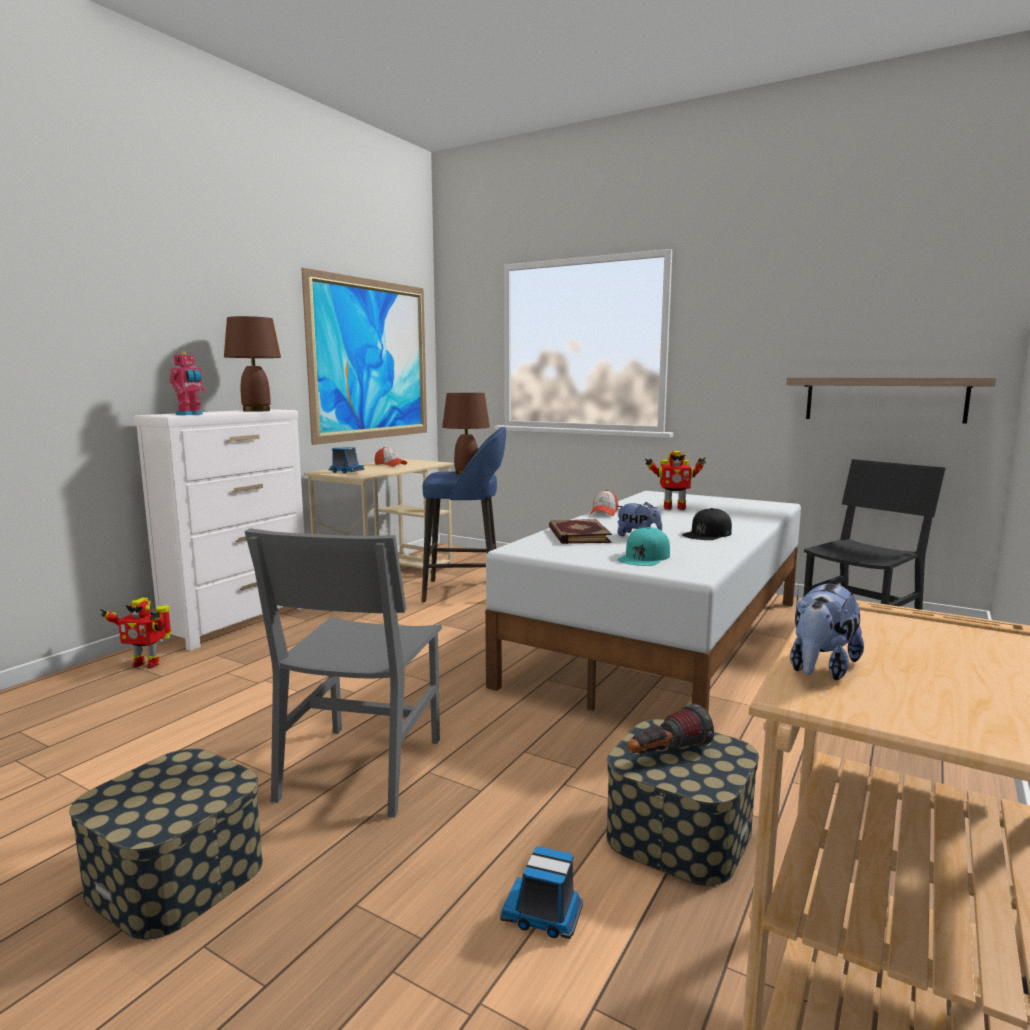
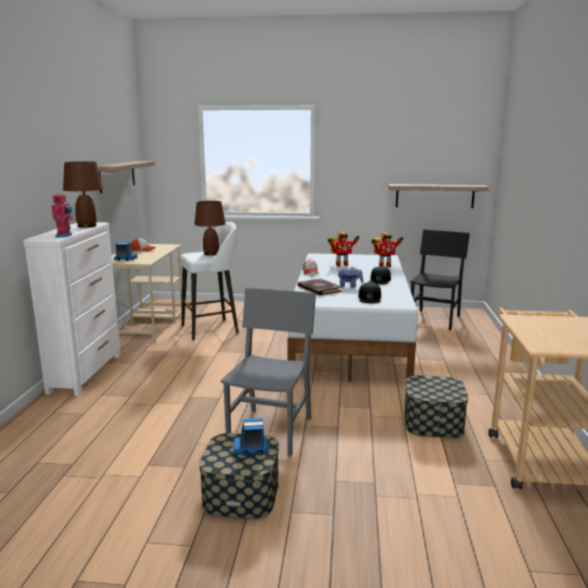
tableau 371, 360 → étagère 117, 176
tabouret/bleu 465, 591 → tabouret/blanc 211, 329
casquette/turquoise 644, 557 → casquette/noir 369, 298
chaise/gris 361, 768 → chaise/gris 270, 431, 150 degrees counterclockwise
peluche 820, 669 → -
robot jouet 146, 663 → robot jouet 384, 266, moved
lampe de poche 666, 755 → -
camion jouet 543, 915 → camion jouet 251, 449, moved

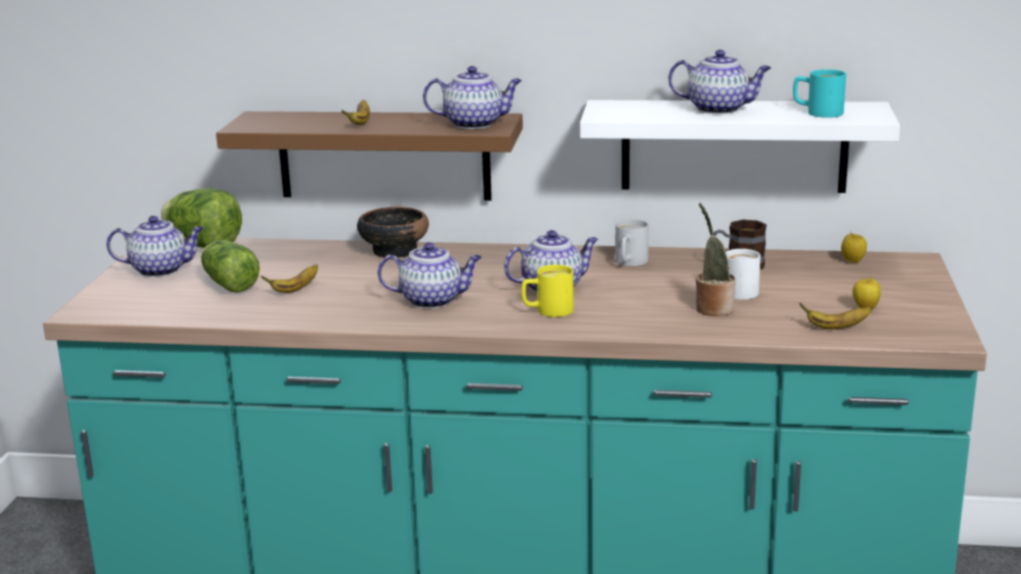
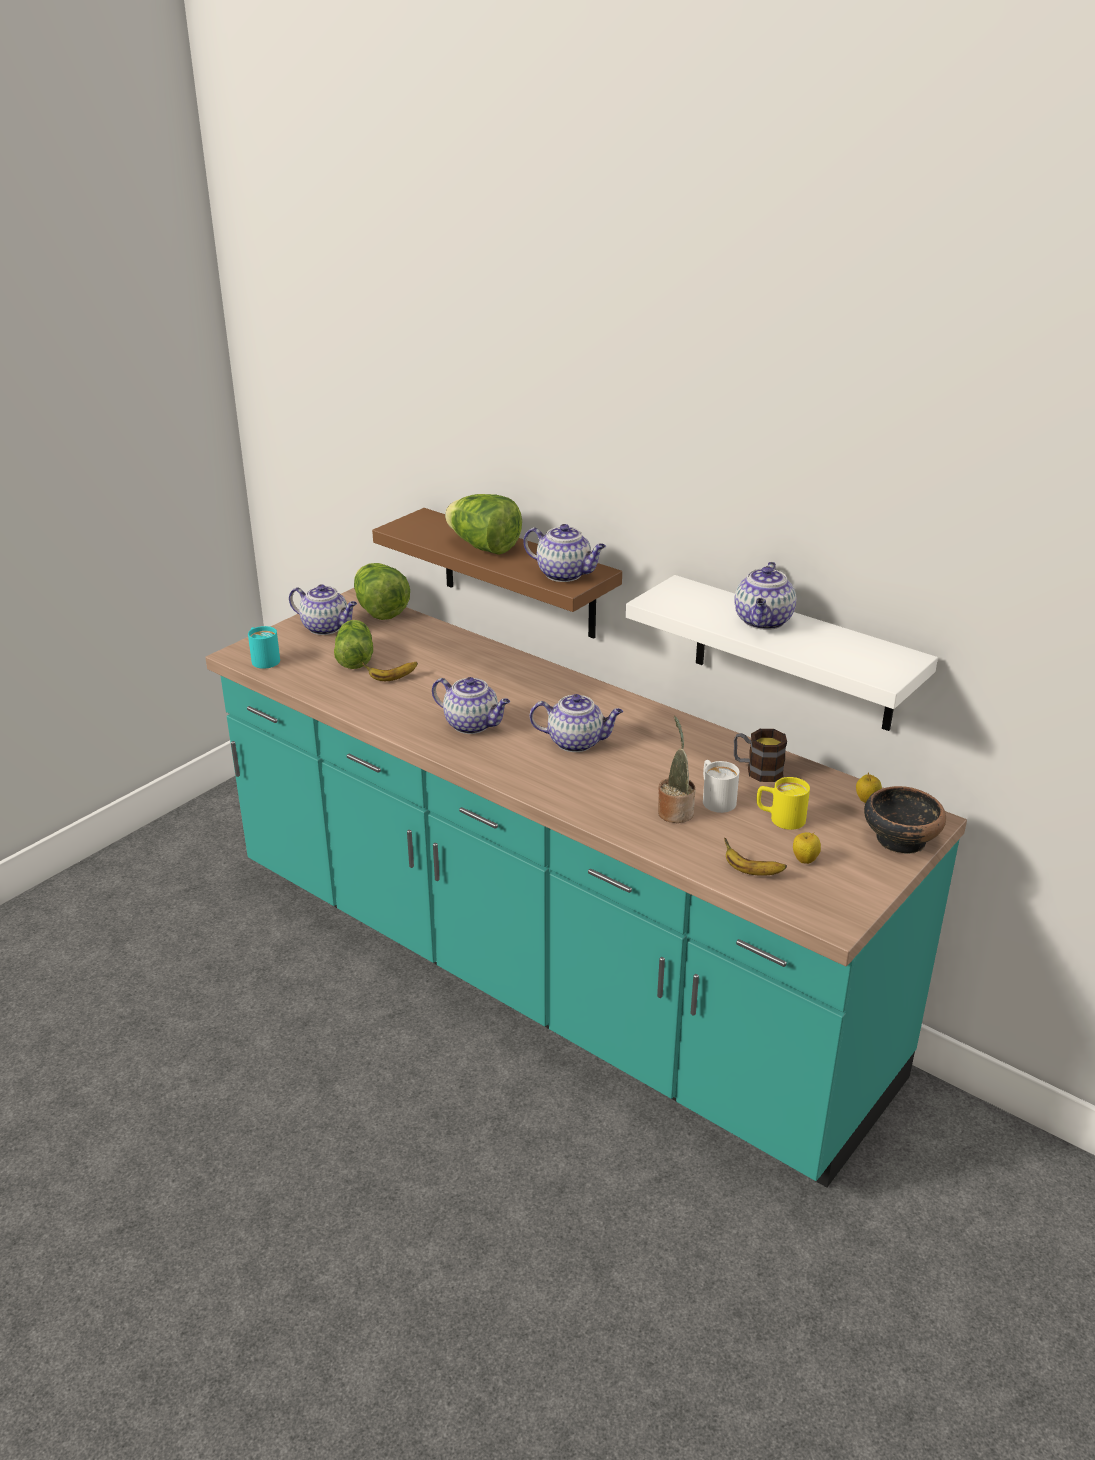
théière 719, 109 → théière 763, 622, 60 degrees clockwise
mug/turquoise 817, 112 → mug/turquoise 263, 659, moved
banane 360, 123 → laitue 483, 547
bol 394, 251 → bol 900, 839, moved
mug/blanc 629, 263 → -
mug/jaune 547, 311 → mug/jaune 780, 818, moved

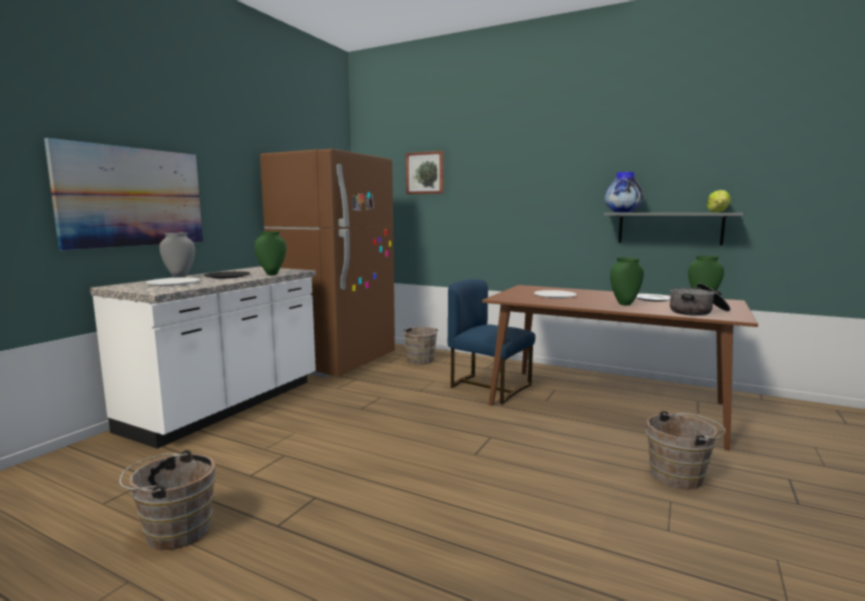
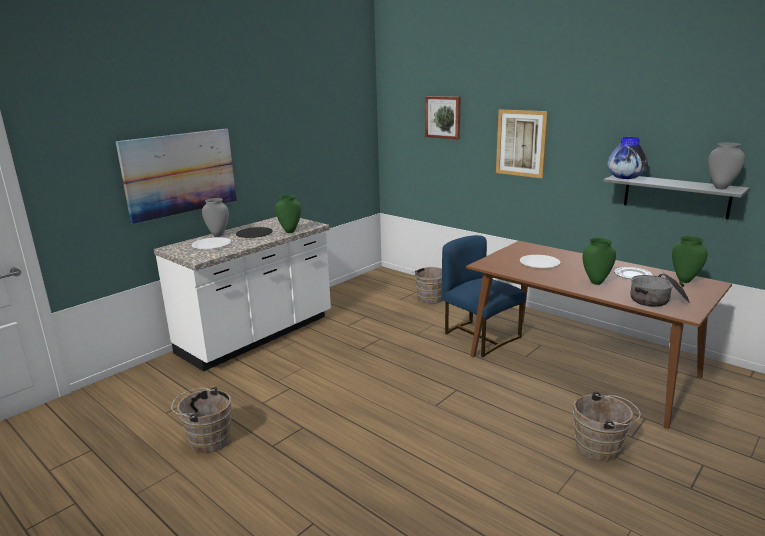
réfrigérateur/marron 336, 362 → -
laitue 718, 212 → vase/gris 721, 188
- → tableau 521, 143

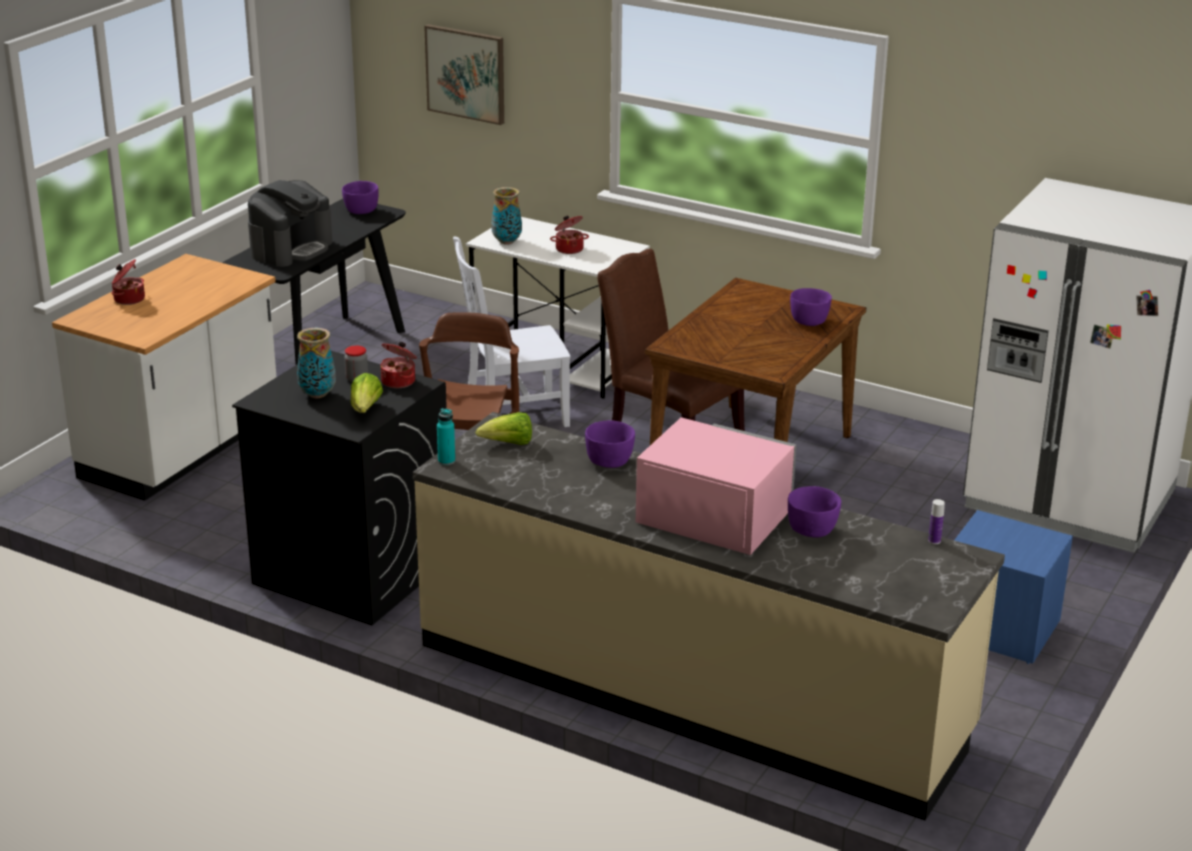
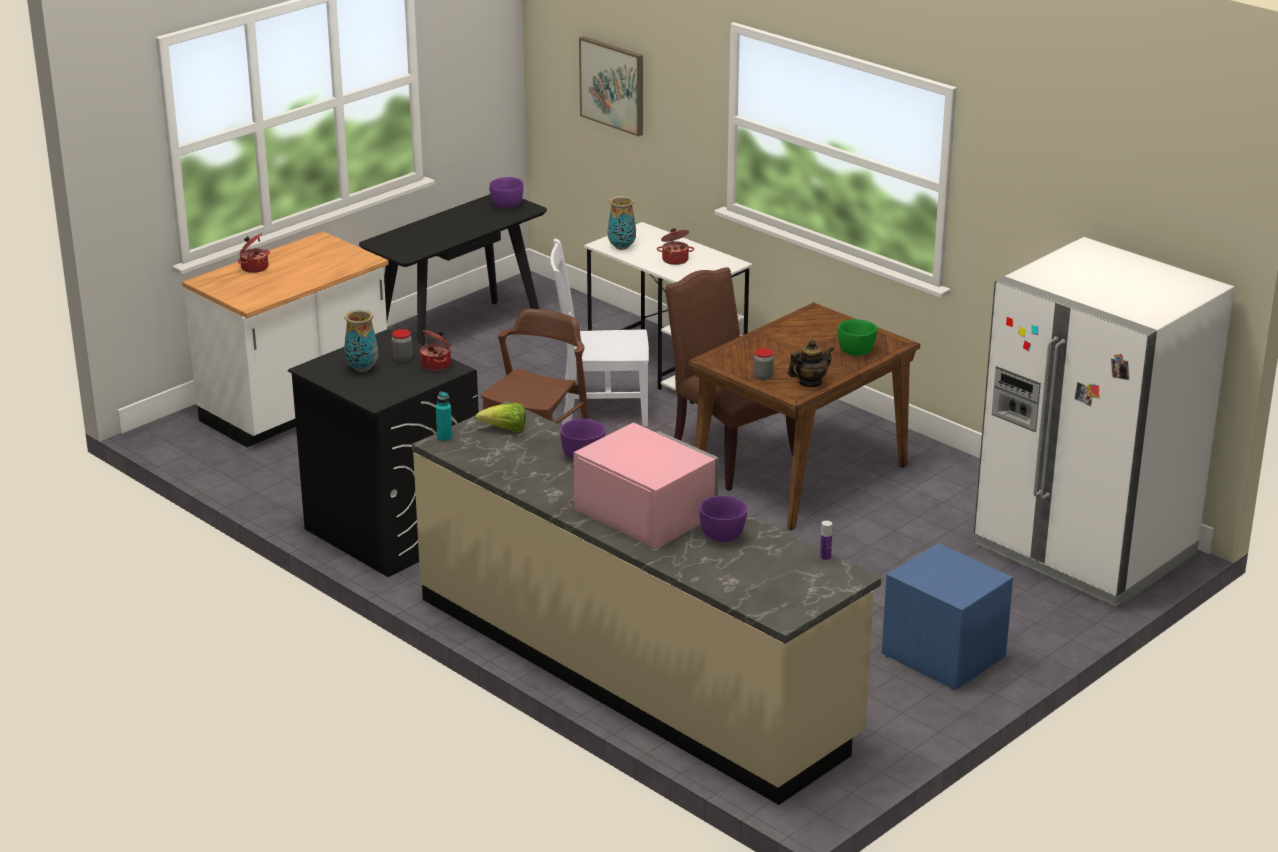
machine à café 291, 249 → -
bol/violet 809, 321 → bol/vert 856, 351
laitue 366, 409 → -
- → théière 810, 383
- → bocal 763, 377

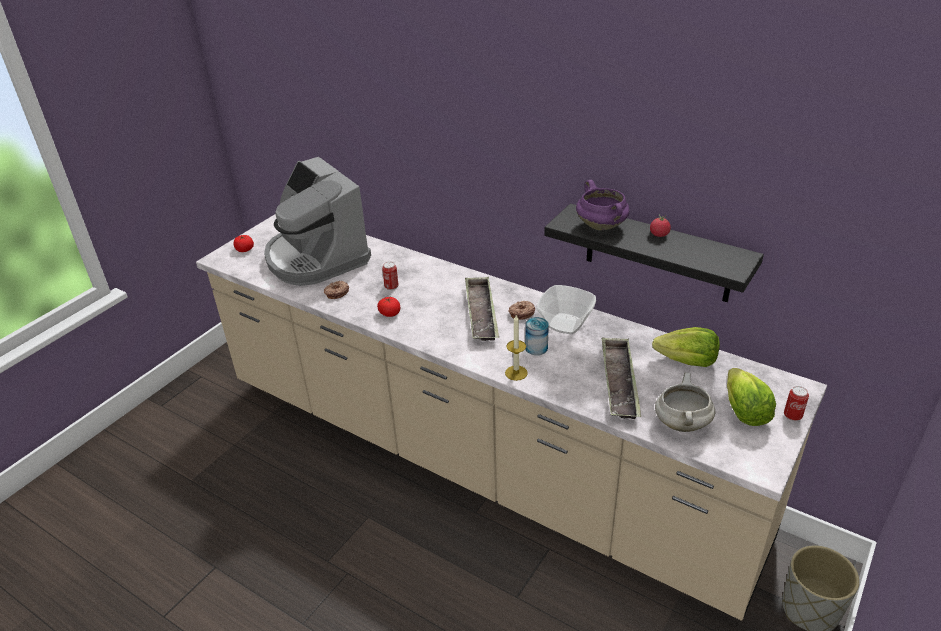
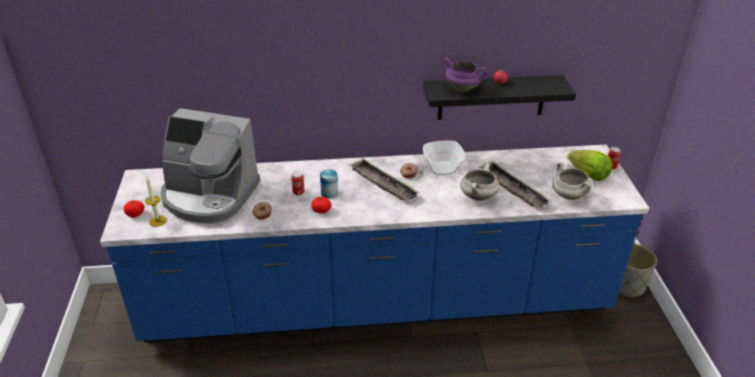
comptoir de cuisine/beige 476, 458 → comptoir de cuisine/bleu 377, 303
bougie 516, 373 → bougie 158, 221, moved
boîte métallique 536, 348 → boîte métallique 329, 192, moved
laitue 687, 362 → -
- → marmite/blanc 478, 196

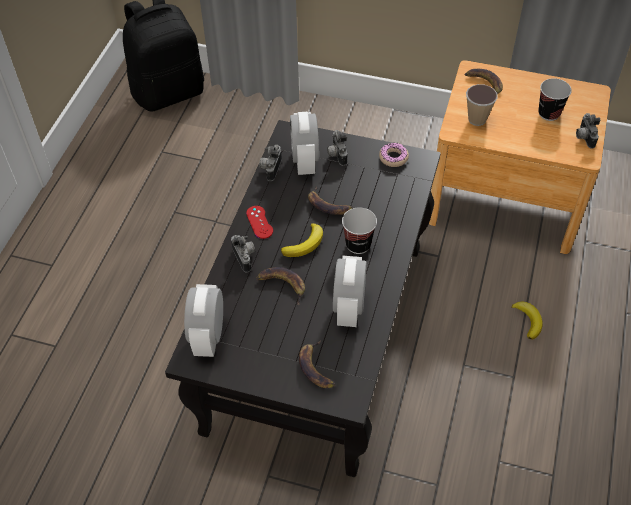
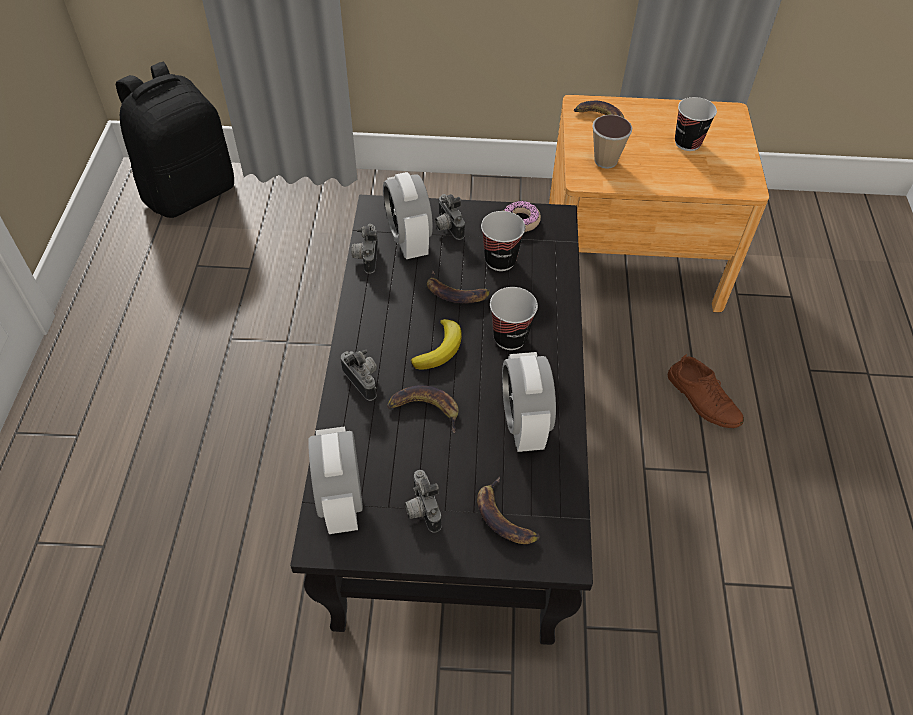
appareil photo 583, 137 → appareil photo 421, 509, moved
manette/rouge 259, 222 → -
banane 528, 320 → chaussure/marron 703, 399
- → tasse 500, 260

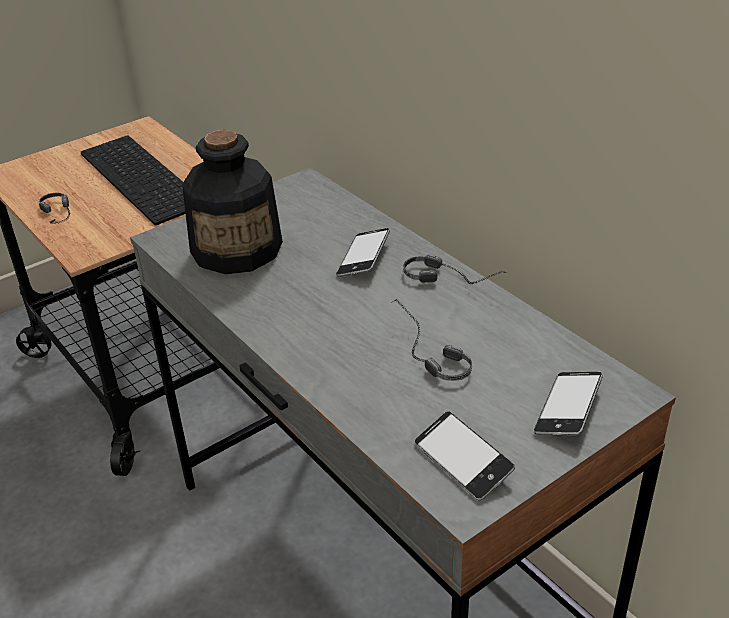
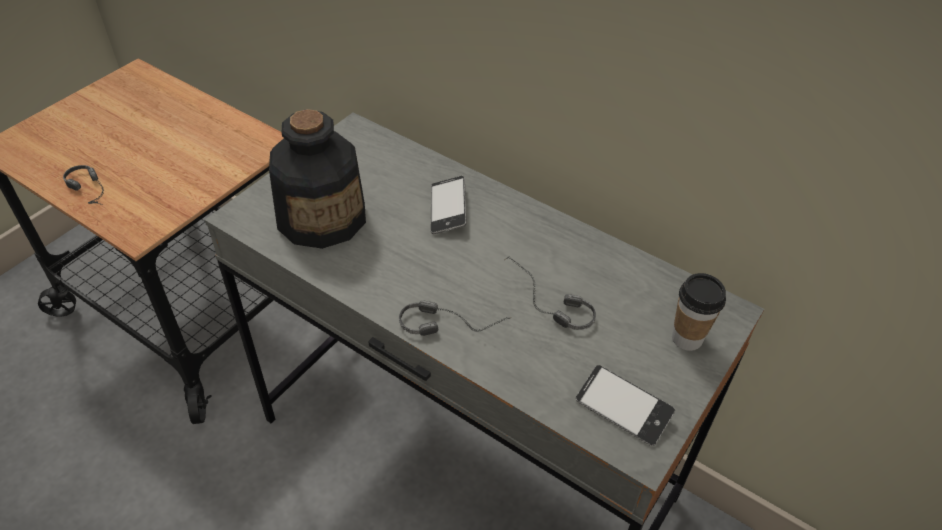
clavier 145, 178 → -
casque audio 454, 278 → casque audio 454, 323, moved
téléphone 568, 409 → tasse 687, 338

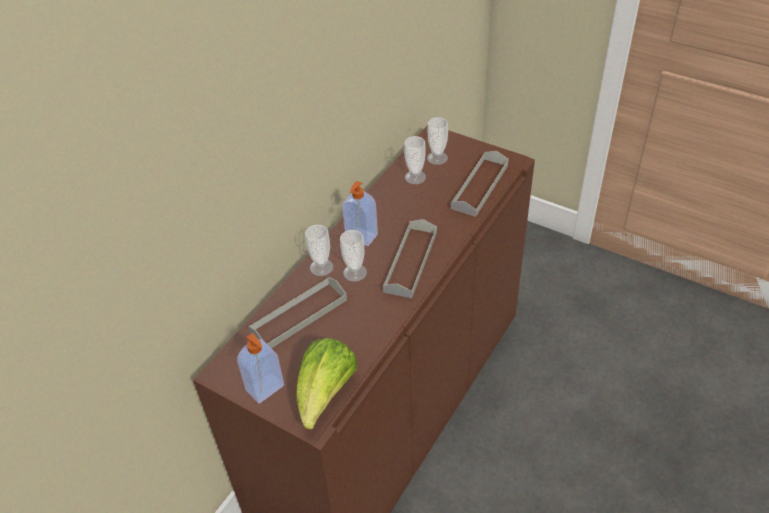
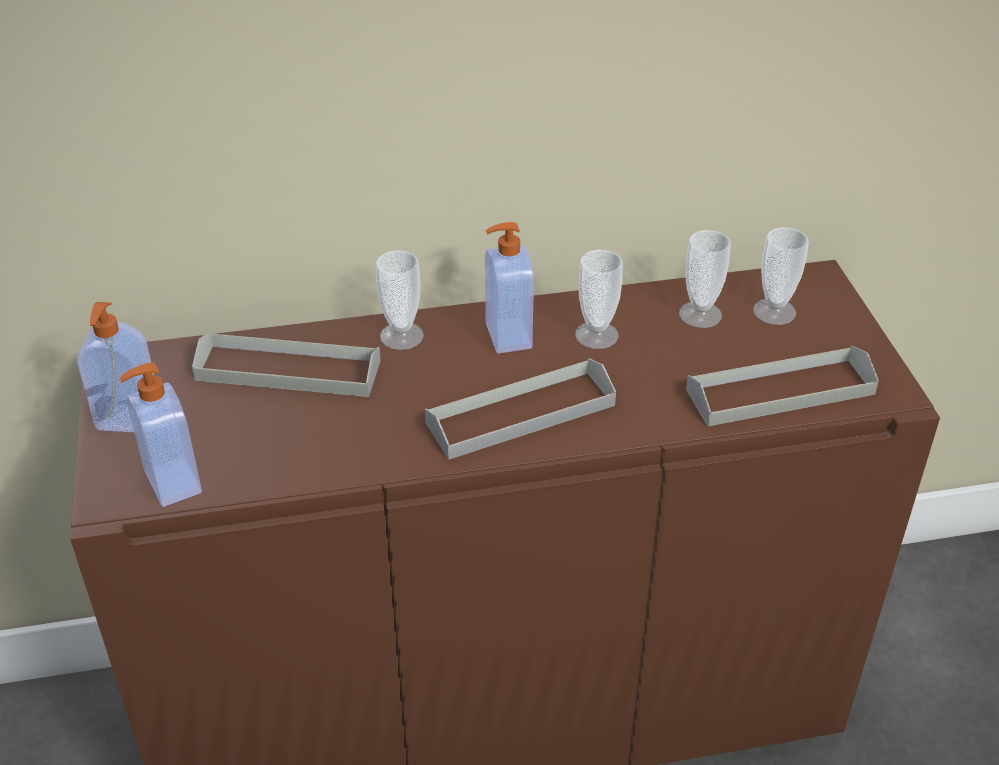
tasse 355, 272 → tasse 596, 335, moved
laitue 325, 395 → distributeur de savon 171, 483

